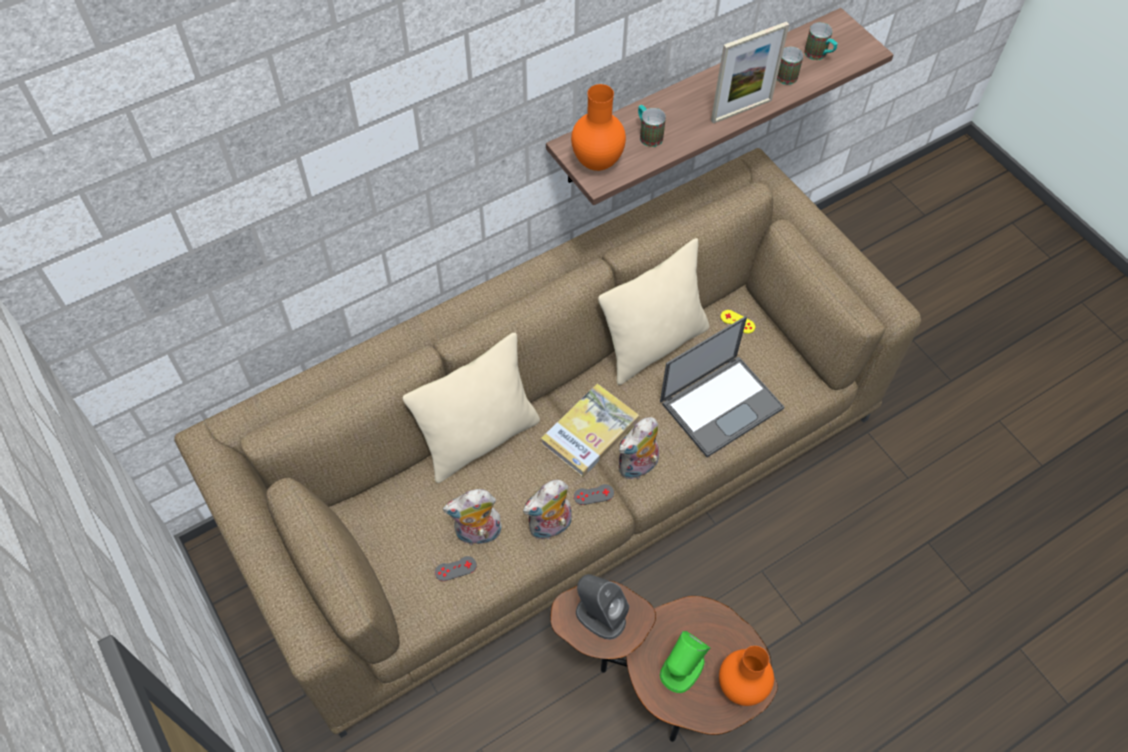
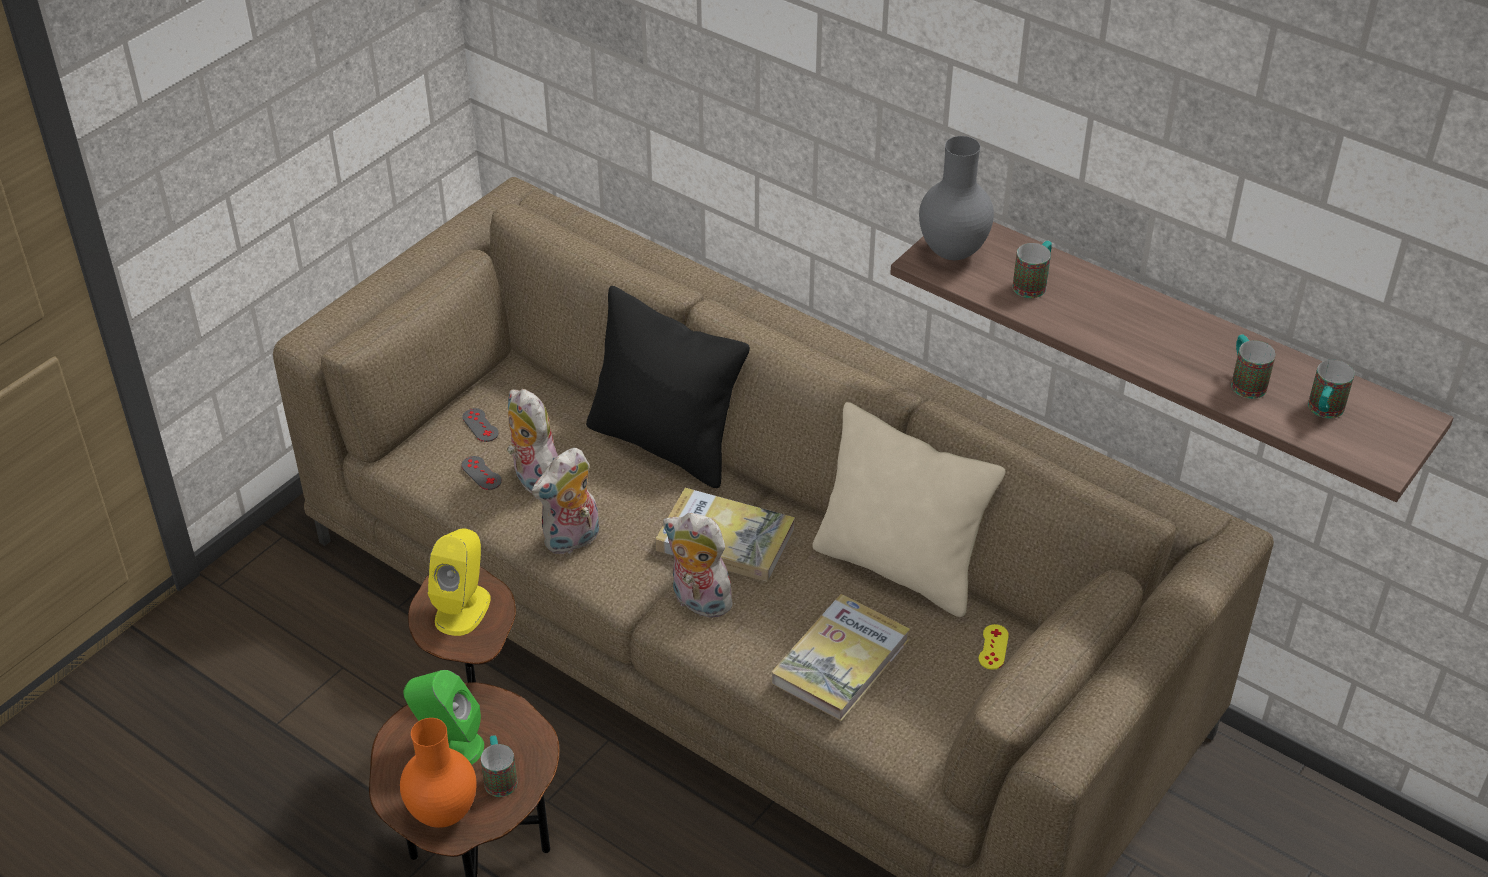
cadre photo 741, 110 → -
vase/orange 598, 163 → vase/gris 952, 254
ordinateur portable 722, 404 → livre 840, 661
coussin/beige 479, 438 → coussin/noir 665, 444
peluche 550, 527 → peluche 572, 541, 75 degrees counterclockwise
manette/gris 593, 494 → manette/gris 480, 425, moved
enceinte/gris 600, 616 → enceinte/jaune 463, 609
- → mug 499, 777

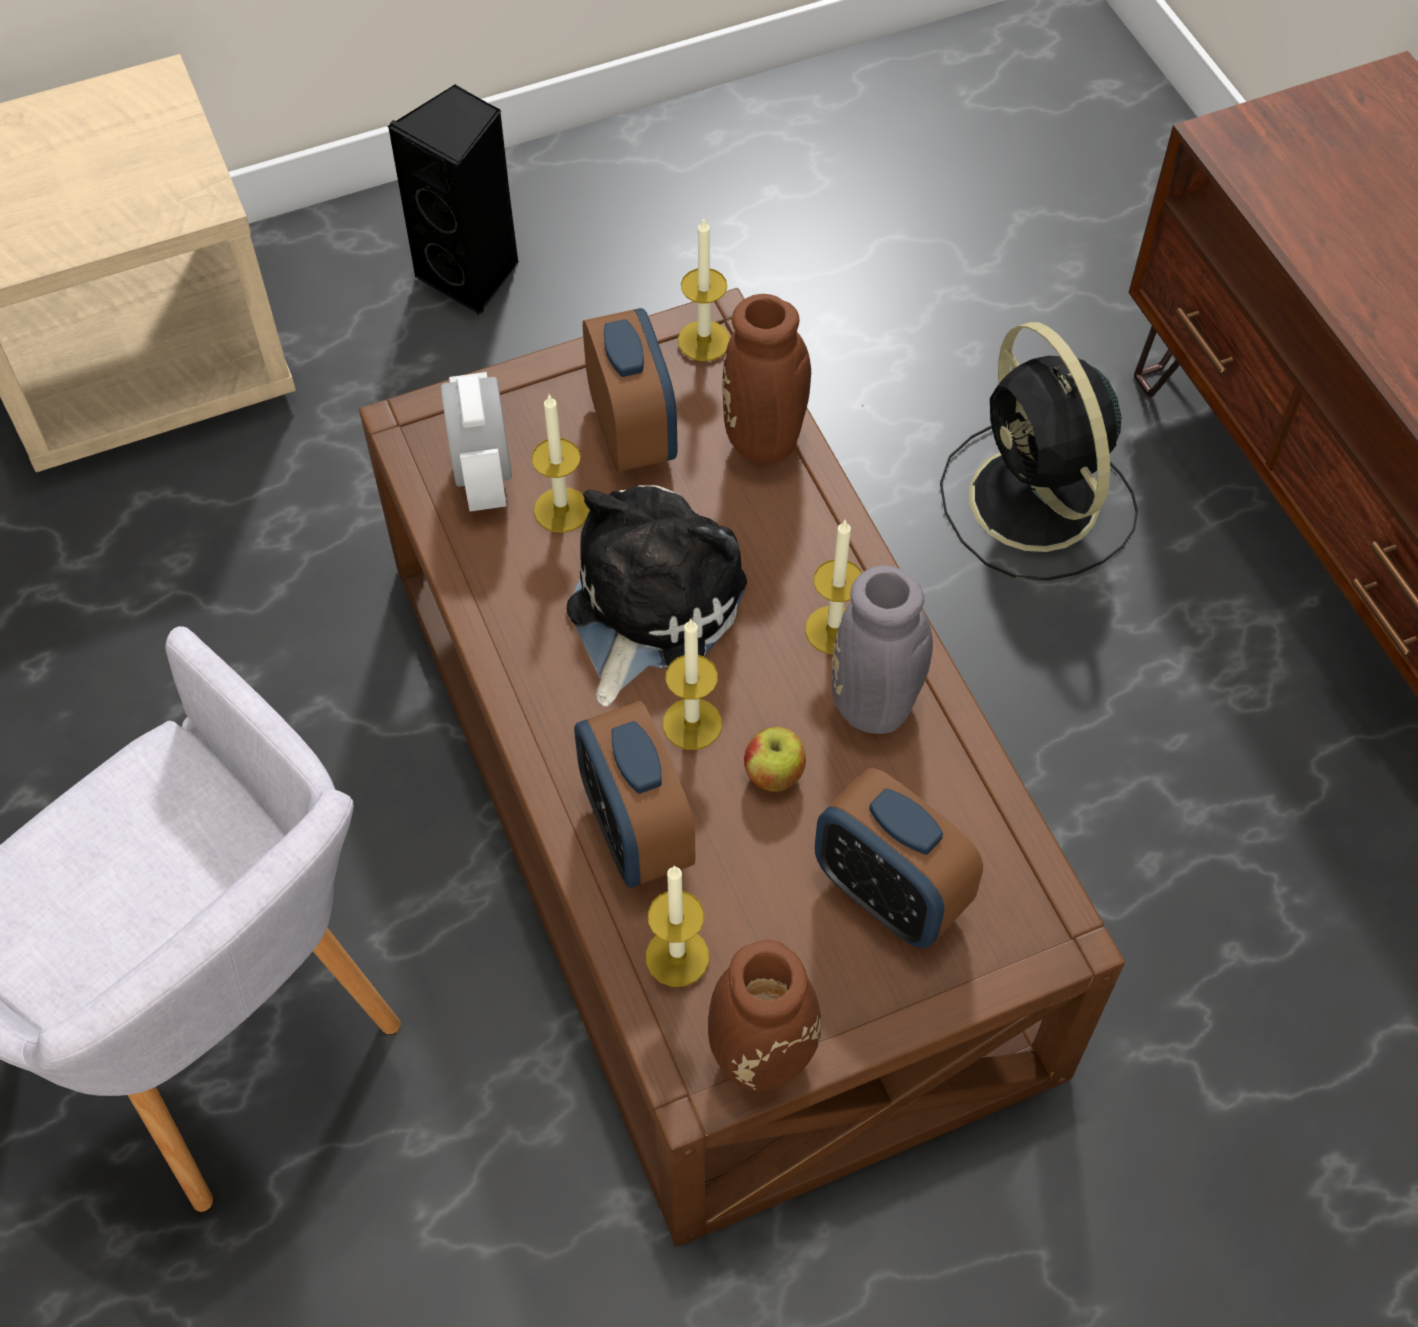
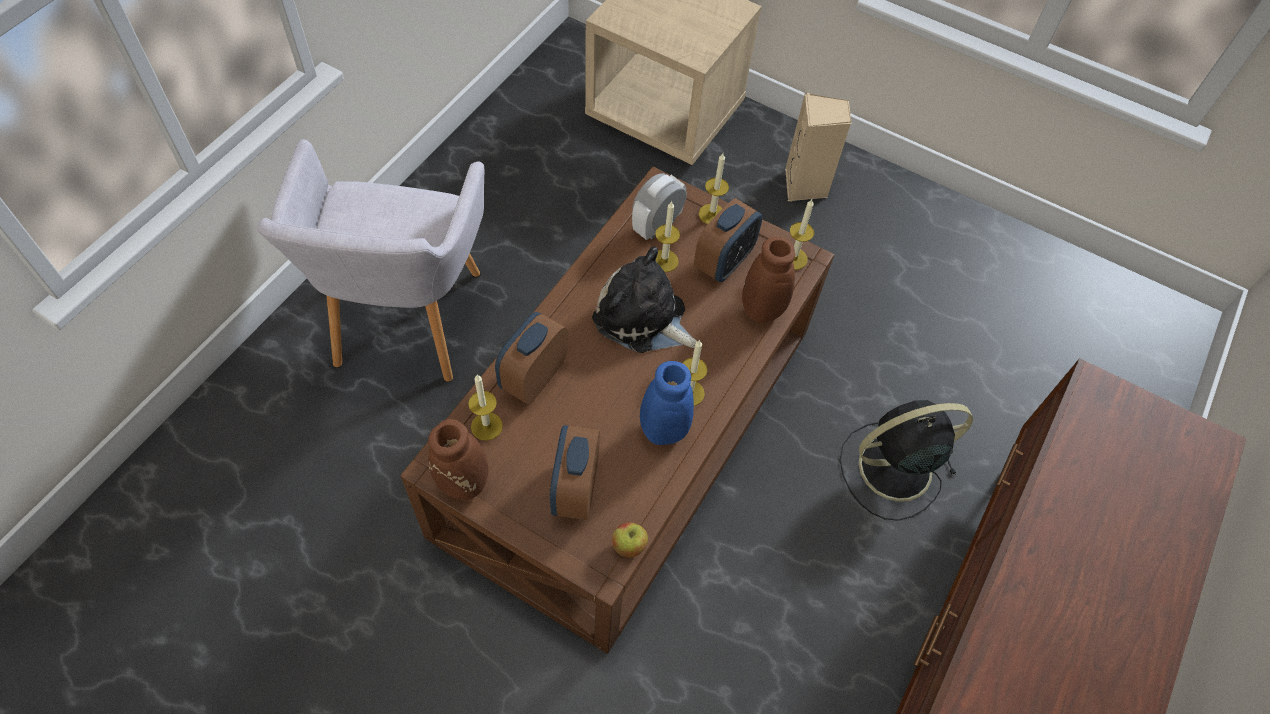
enceinte/noir 472, 274 → enceinte/beige 805, 186
ventilateur/noir 1037, 504 → ventilateur/noir 891, 468, 45 degrees clockwise
peluche 648, 607 → peluche 643, 319, 135 degrees counterclockwise
vase/gris 875, 713 → vase/bleu 660, 433
bougie 692, 724 → bougie 712, 214, moved
pomme 773, 774 → pomme 628, 545, moved

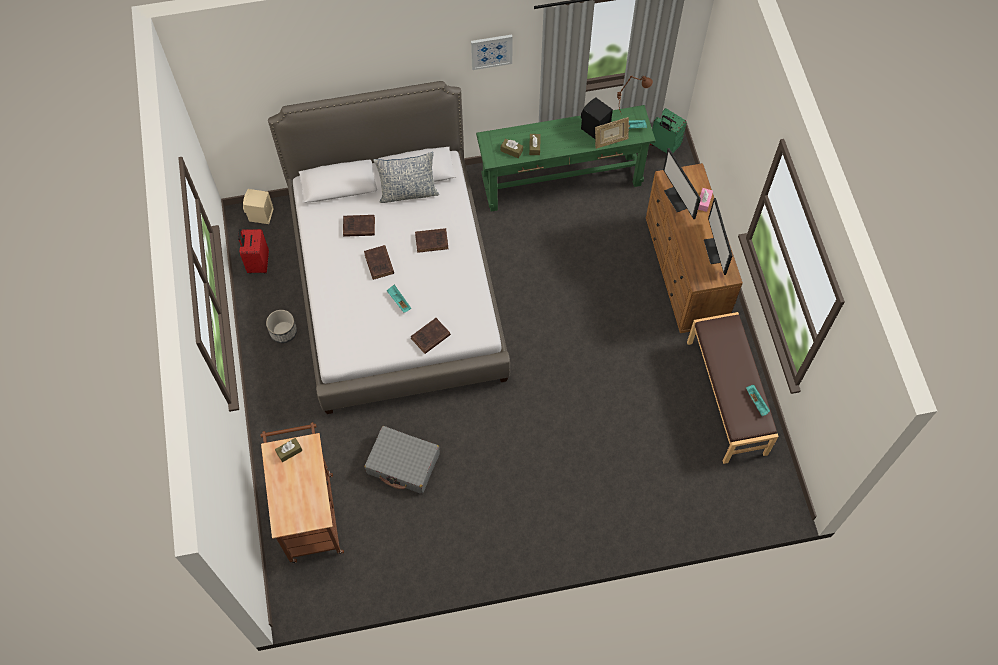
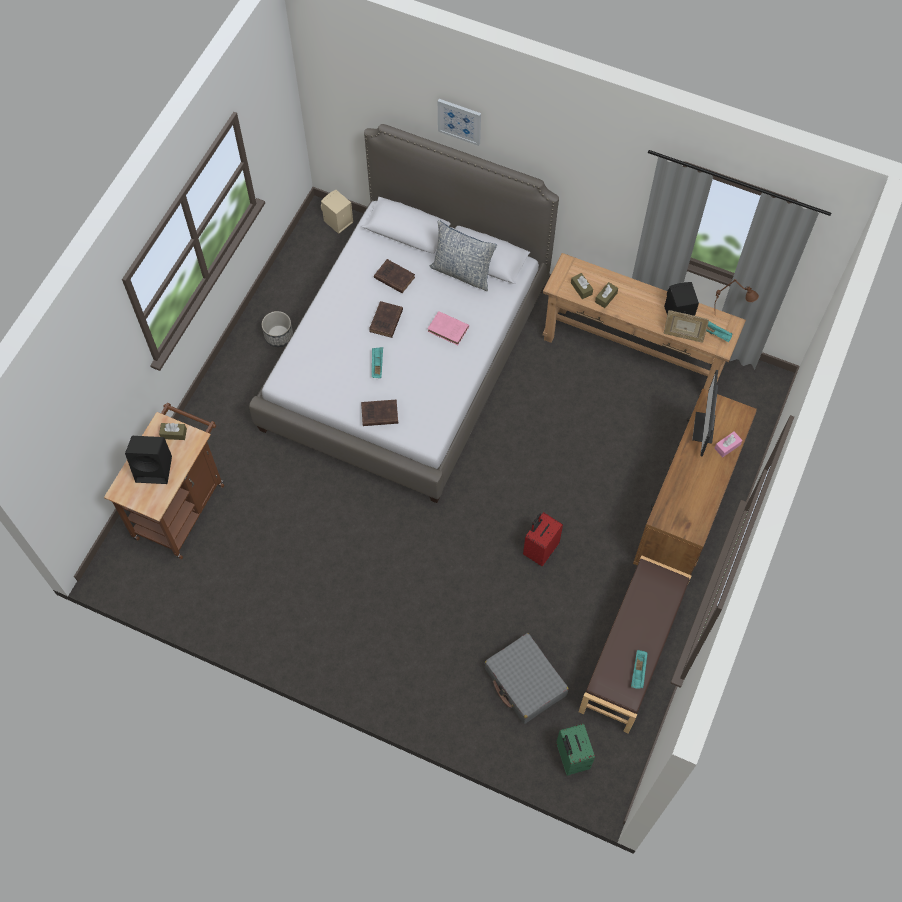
tableau 491, 51 → tableau 459, 121, moved
table console/vert 562, 182 → table console/marron 632, 353
valise/vert 664, 146 → valise/vert 571, 757, moved
écran d'ordinateur 716, 251 → -
livre/marron 432, 241 → livre/rose 449, 330
valise/rouge 258, 263 → valise/rouge 540, 549, moved
valise/gris 403, 464 → valise/gris 525, 682, moved
- → enceinte/noir 155, 468

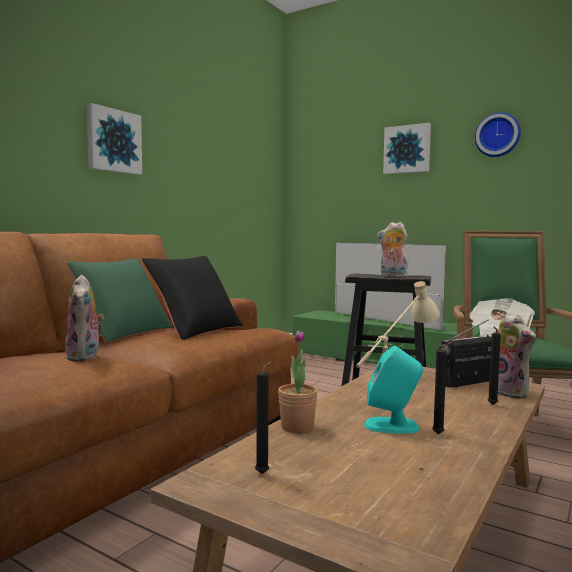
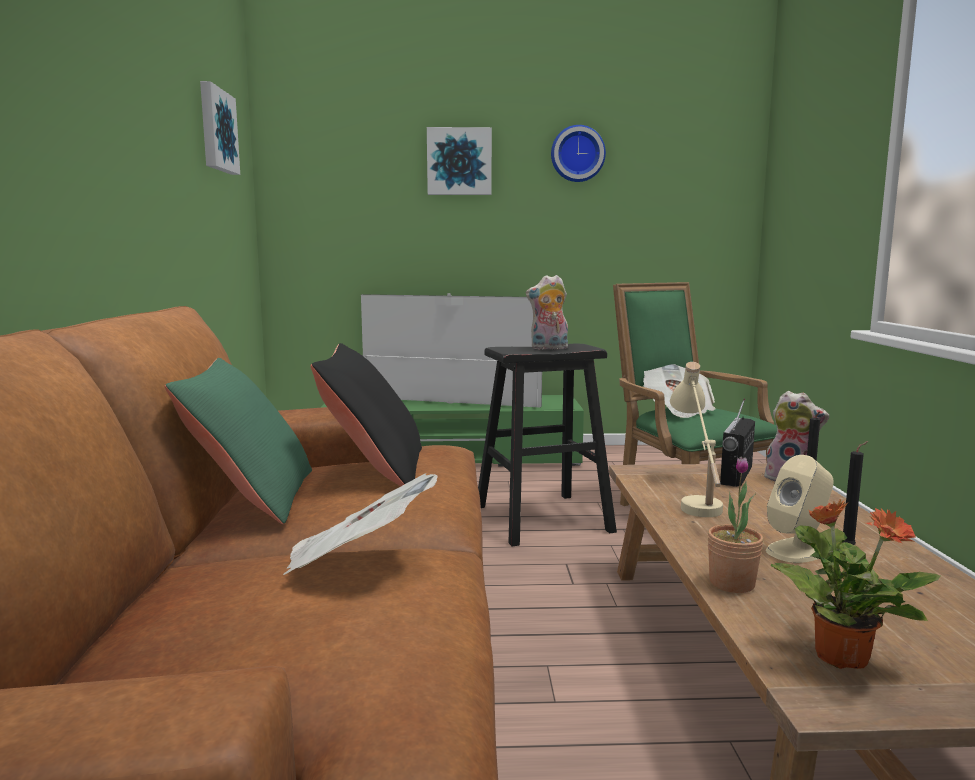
tableau 113, 141 → tableau 216, 130, moved
peluche 85, 357 → journal 357, 562
enceinte/turquoise 392, 426 → enceinte/beige 797, 550
bougie/noir 264, 473 → plante en pot 840, 656

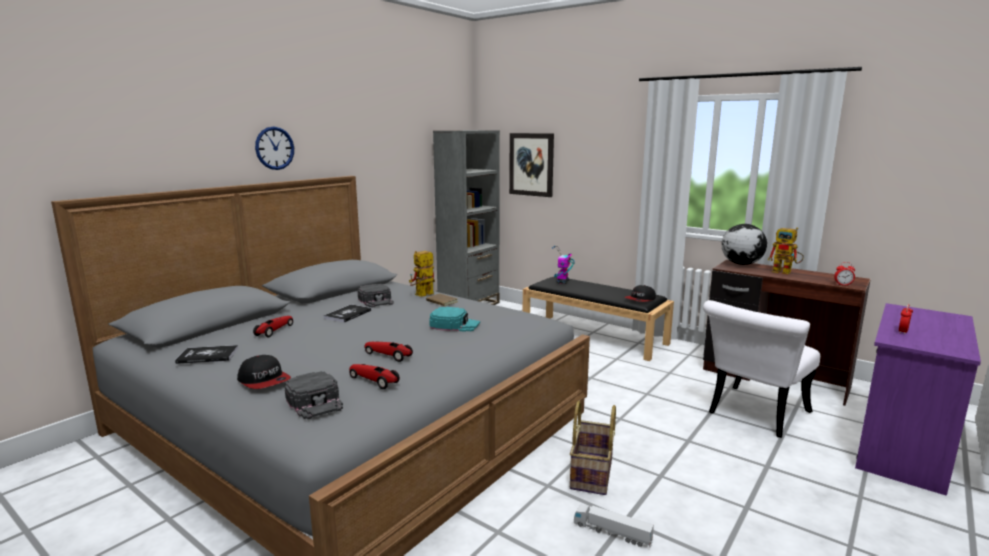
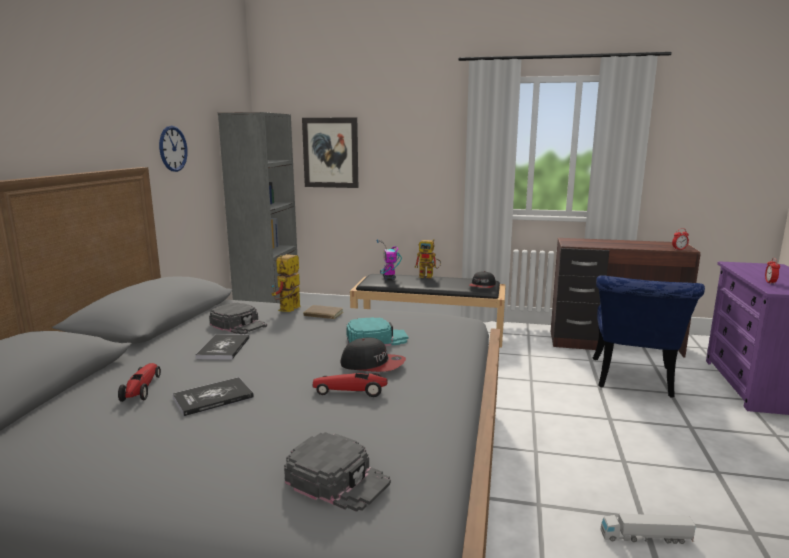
horloge murale 274, 148 → horloge murale 173, 148, moved
globe 741, 264 → -
robot jouet 786, 272 → robot jouet 429, 276, moved
chaise/blanc 753, 415 → chaise/bleu 632, 381
livre 208, 356 → livre 213, 398, moved
casquette 264, 380 → casquette 373, 364, moved
petite voiture 374, 381 → -
panier 592, 473 → -

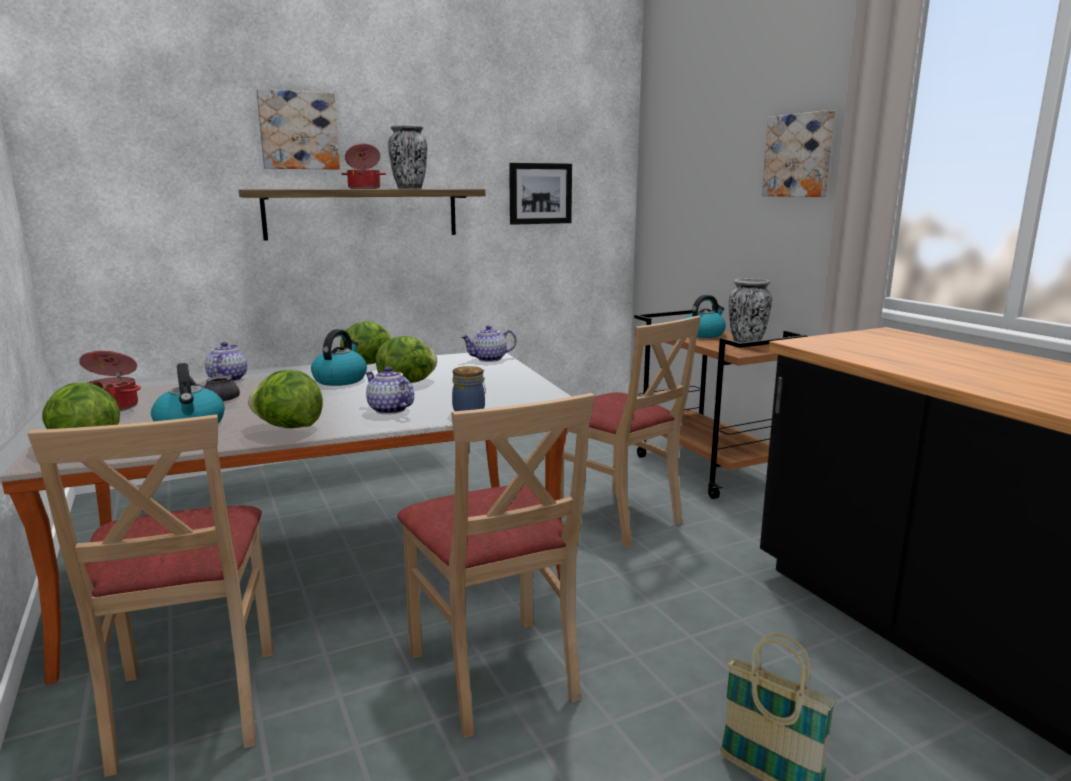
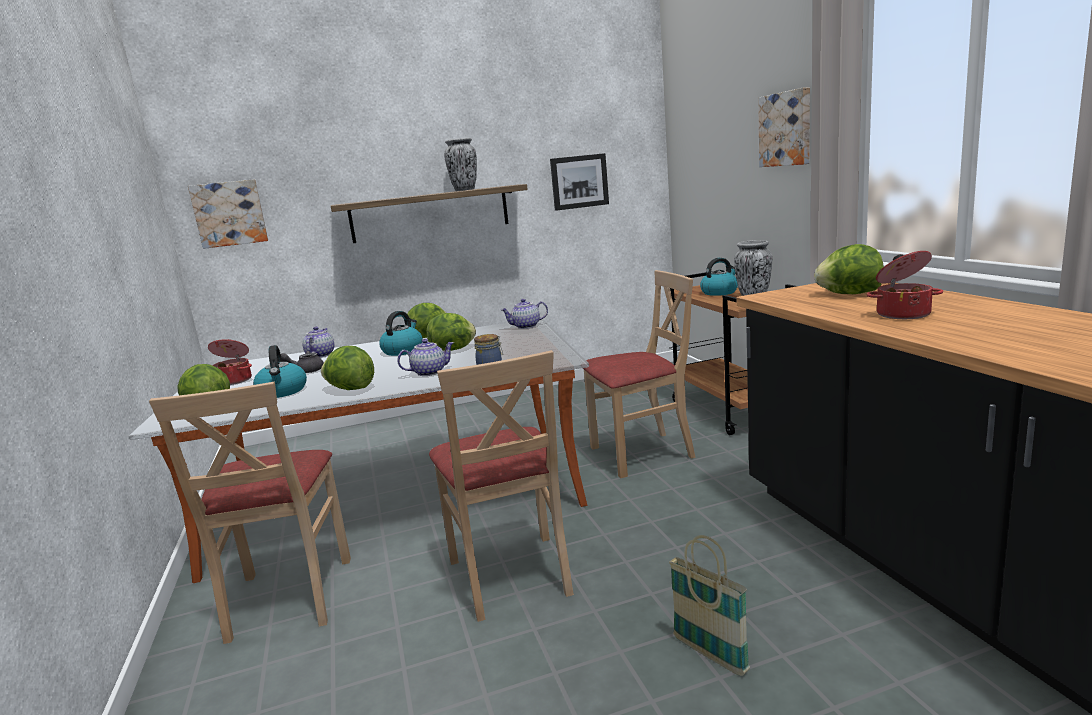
tableau 298, 131 → tableau 229, 213, moved
marmite 364, 188 → marmite 902, 314, moved
chaise/beige 618, 517 → chaise/beige 642, 453, 75 degrees counterclockwise
théière 388, 410 → théière 429, 372, 105 degrees clockwise
- → laitue 849, 294

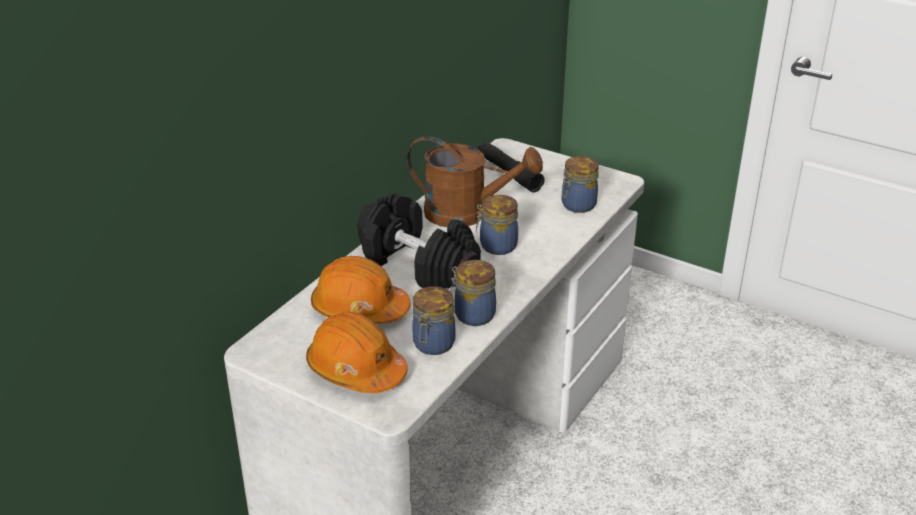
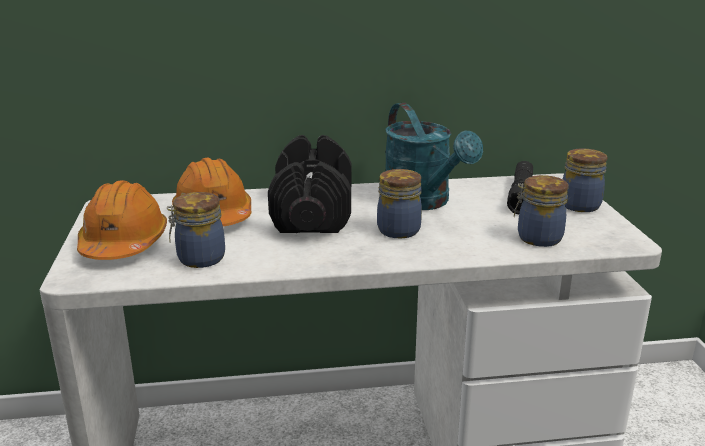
arrosoir/marron 467, 214 → arrosoir/turquoise 423, 202
bocal 473, 315 → bocal 578, 205, moved

